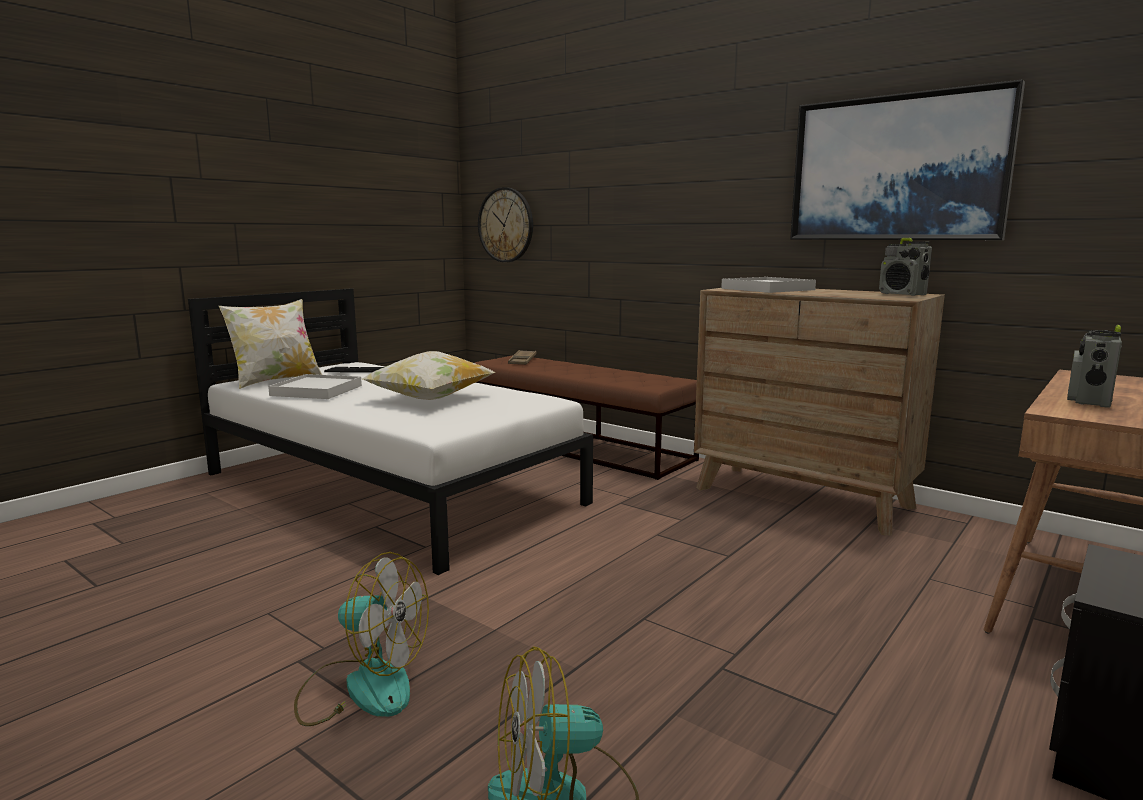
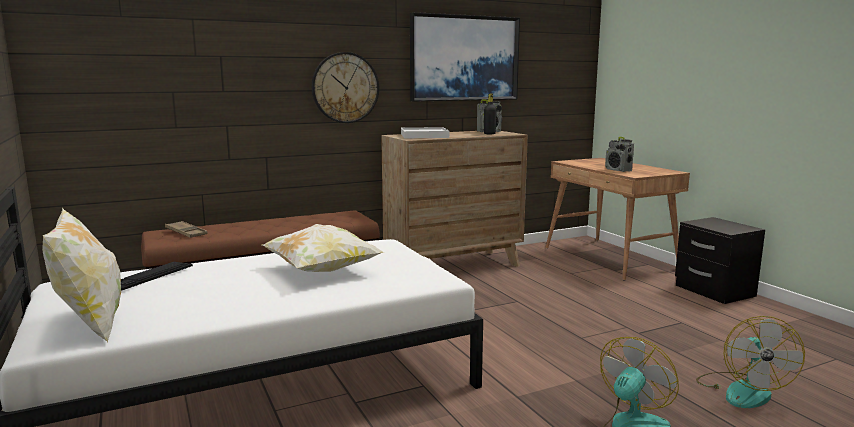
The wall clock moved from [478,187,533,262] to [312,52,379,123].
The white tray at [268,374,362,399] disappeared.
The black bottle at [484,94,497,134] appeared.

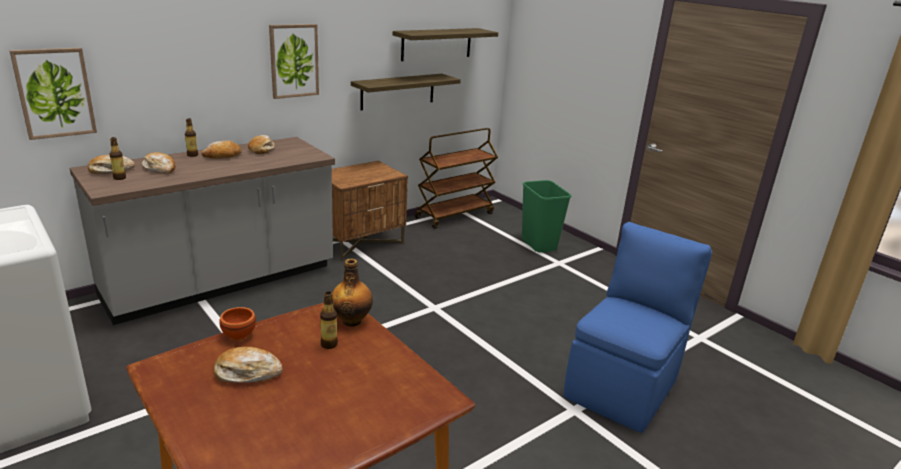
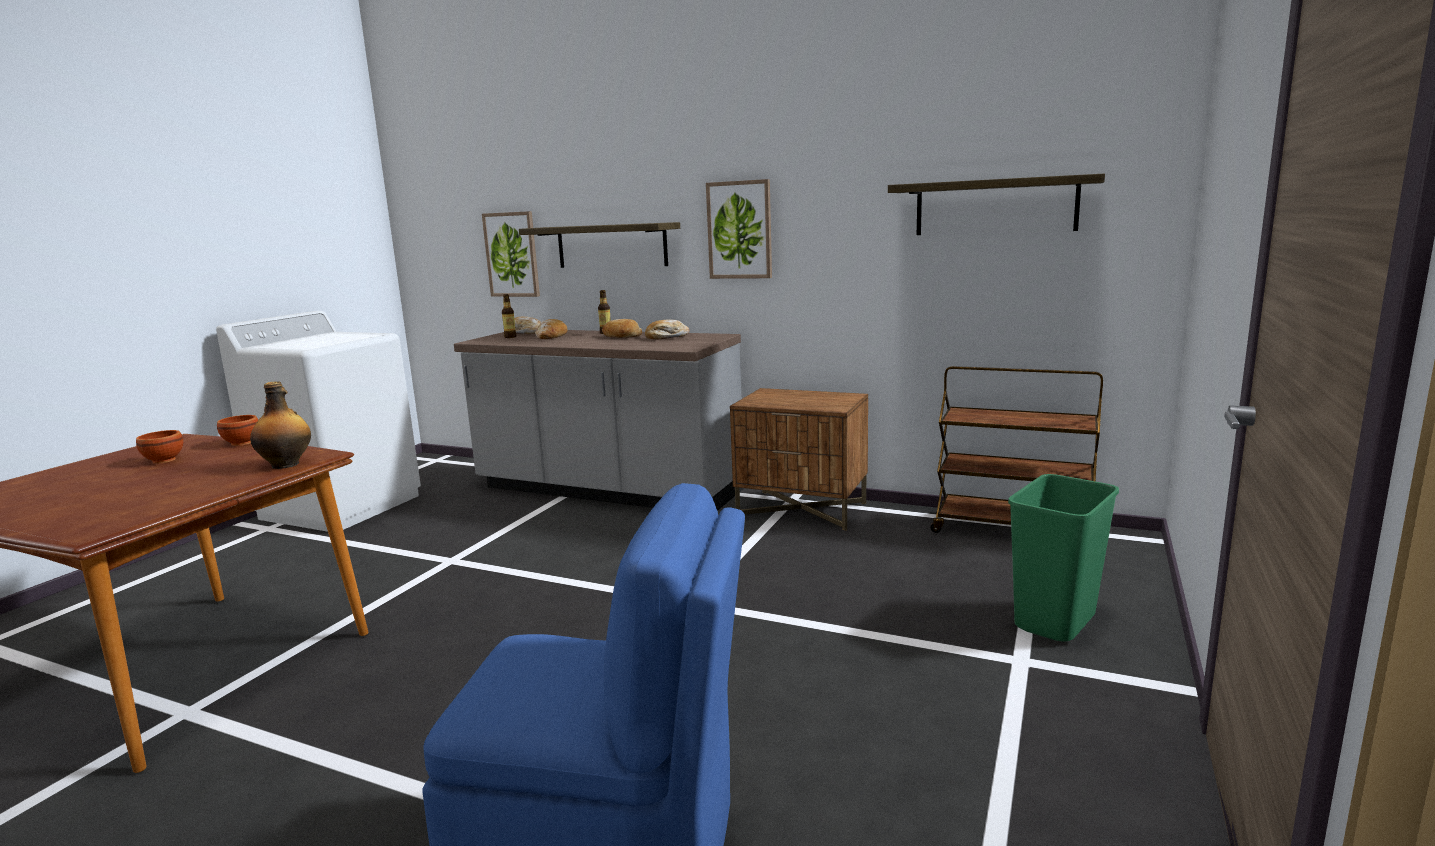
The shelf moved from [351,74,461,111] to [519,222,680,268].
The bottle at [320,292,338,349] disappeared.
The bread at [213,347,283,383] was replaced by the brown bowl at [136,430,183,464].

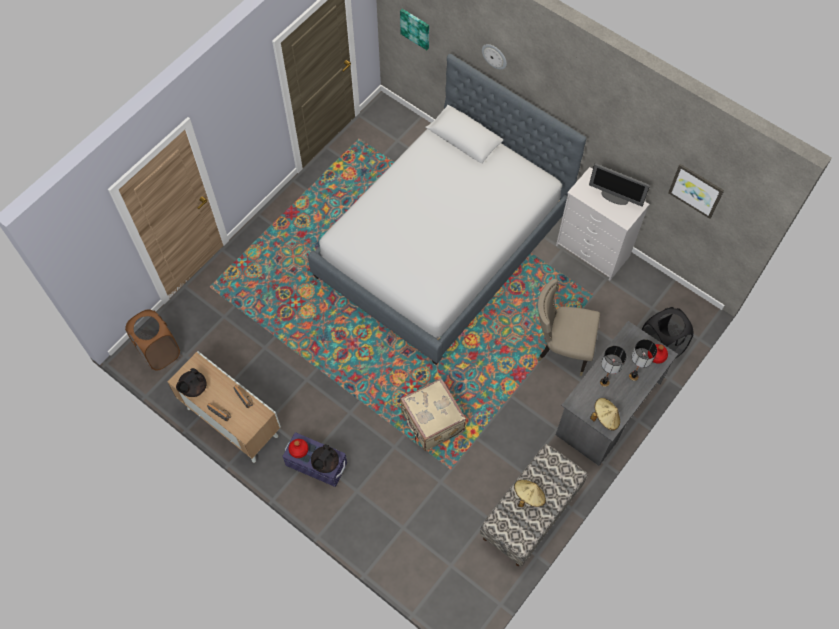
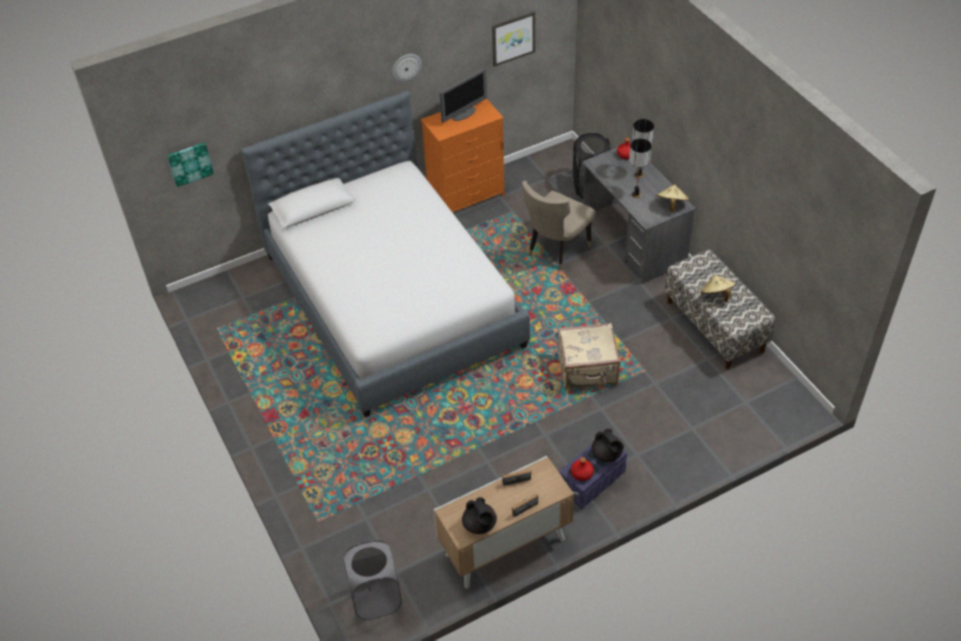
The wall clock moved from [482,44,507,70] to [392,54,421,82].
The white dresser at [556,167,649,281] became the orange dresser at [421,99,504,212].
The brown laundry basket at [125,309,180,371] became the grey laundry basket at [343,540,402,620].

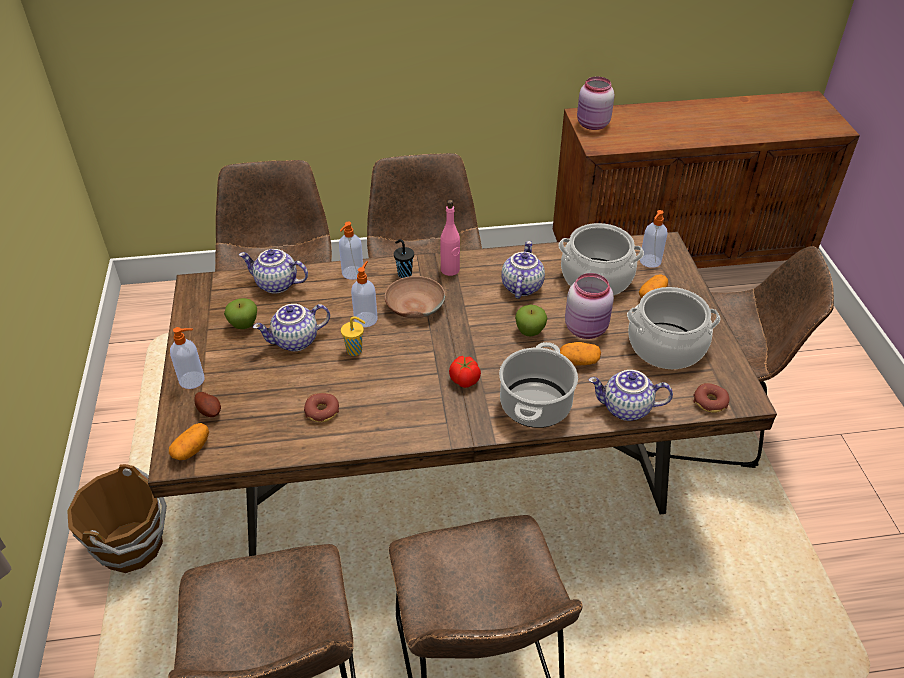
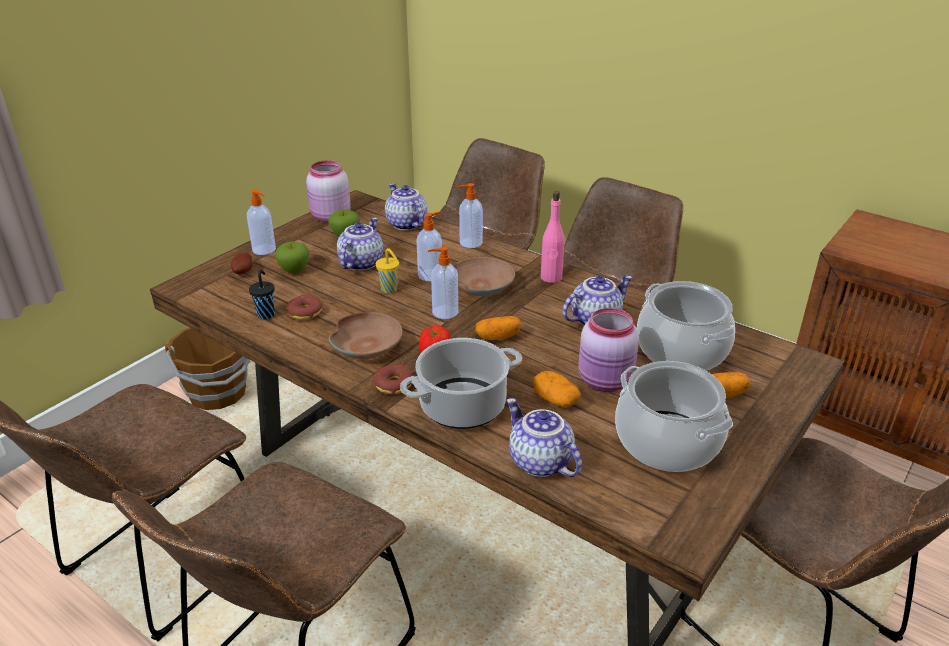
The pink jar moved from [577,77,615,130] to [306,160,351,223].
The soap dispenser moved from [640,210,667,268] to [428,247,458,319].
The black cup moved from [394,239,414,278] to [249,270,275,319].
The teapot at [253,304,330,351] turned 90 degrees clockwise.
The apple moved from [515,305,547,336] to [275,242,309,273].
The donut moved from [693,383,730,413] to [374,364,413,394].
The potato moved from [169,423,209,460] to [475,316,522,340].
The brown bowl at [329,312,403,359] appeared.

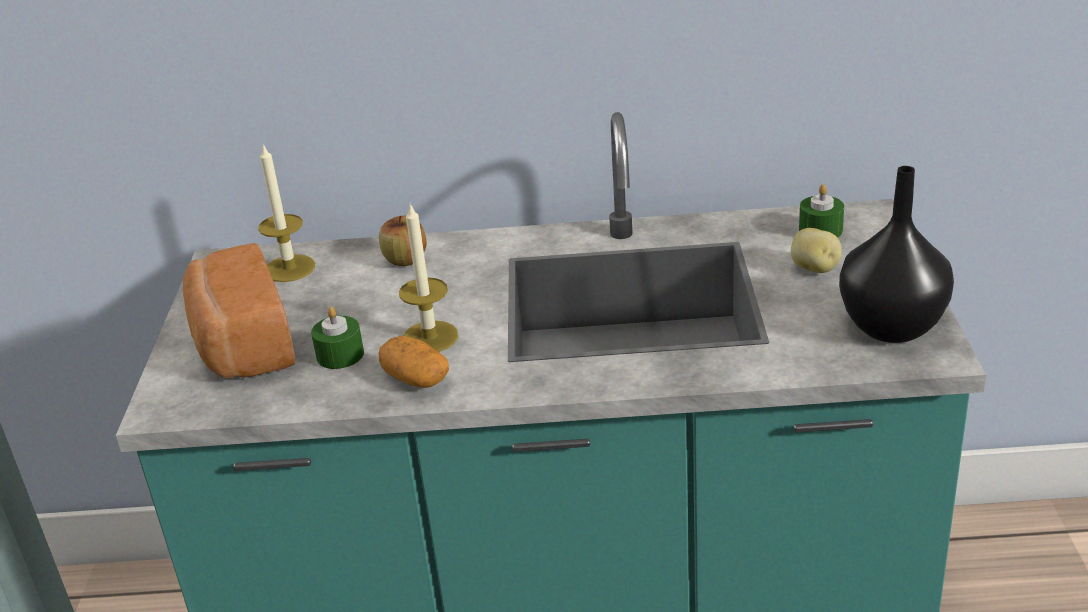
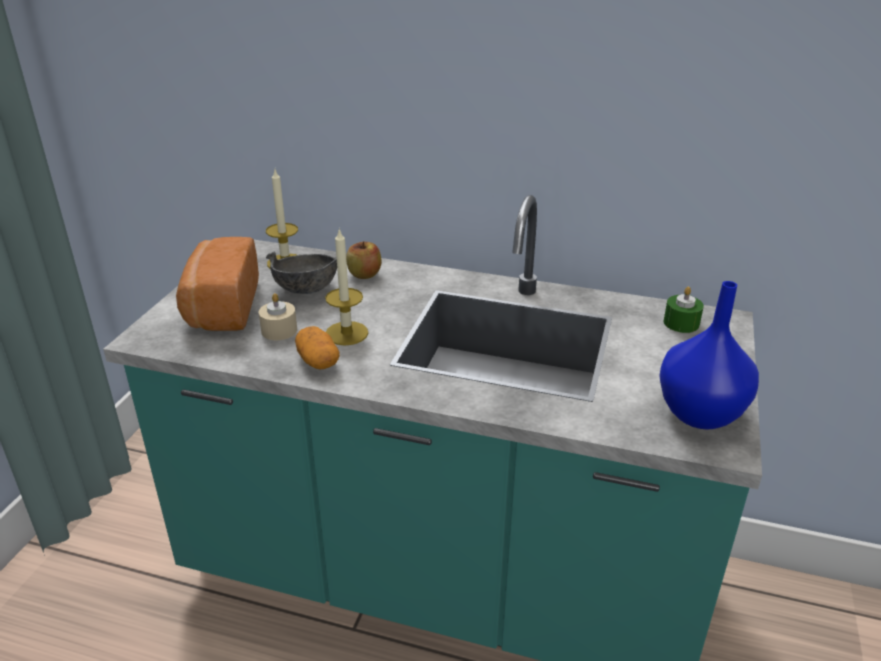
The black vase at [839,166,954,343] became the blue vase at [659,281,759,429].
The potato at [791,228,842,273] disappeared.
The green candle at [311,307,364,369] became the beige candle at [259,293,297,340].
The grey bowl at [266,251,337,294] appeared.

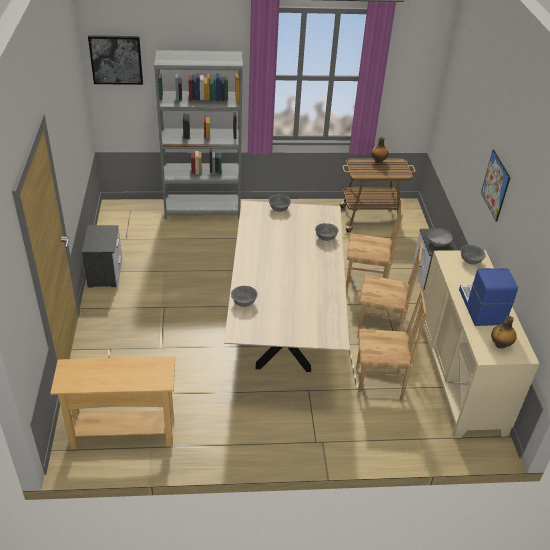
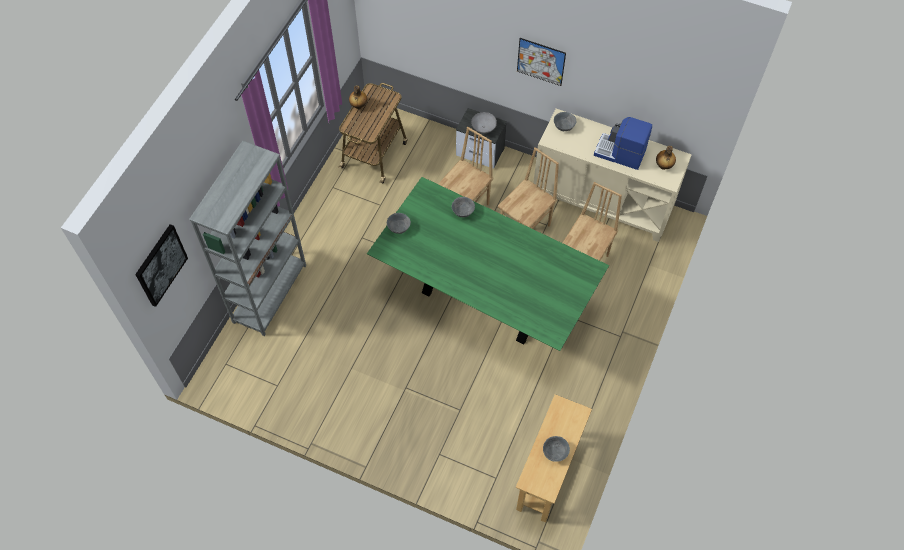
The beige dining table at [224,201,350,372] became the green dining table at [367,177,609,351].
The nightstand at [82,225,122,287] disappeared.
The grey bowl moved from [231,286,258,307] to [543,436,570,462].

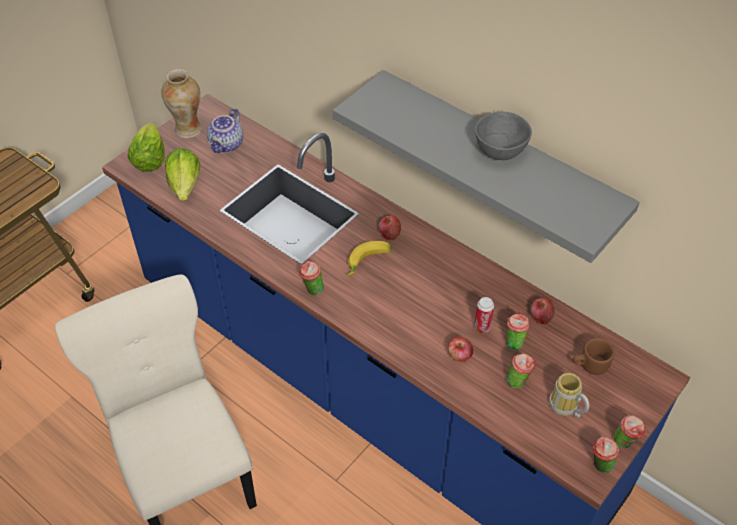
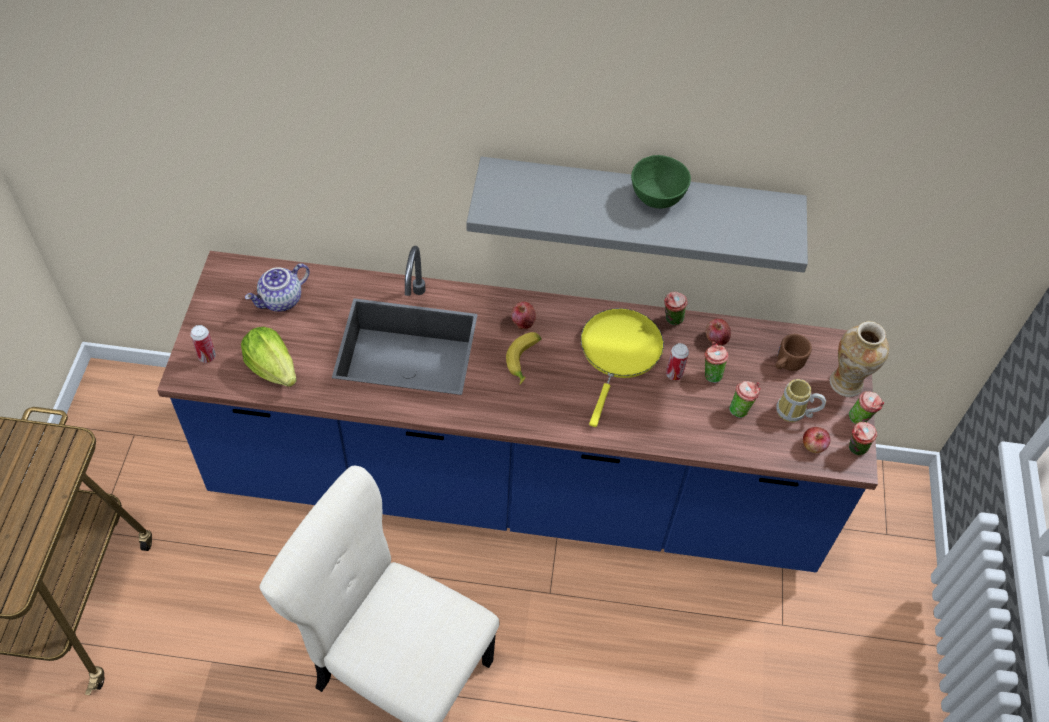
The vase moved from [161,69,202,139] to [830,321,889,397].
The teapot at [207,108,243,153] turned 60 degrees clockwise.
The grey bowl at [475,112,532,160] became the green bowl at [631,155,691,209].
The lettuce at [128,122,165,172] was replaced by the can at [190,325,216,363].
The cup moved from [299,261,324,295] to [664,292,688,325].
The apple moved from [448,336,473,363] to [803,427,830,453].
The yellow frying pan at [581,308,664,427] appeared.

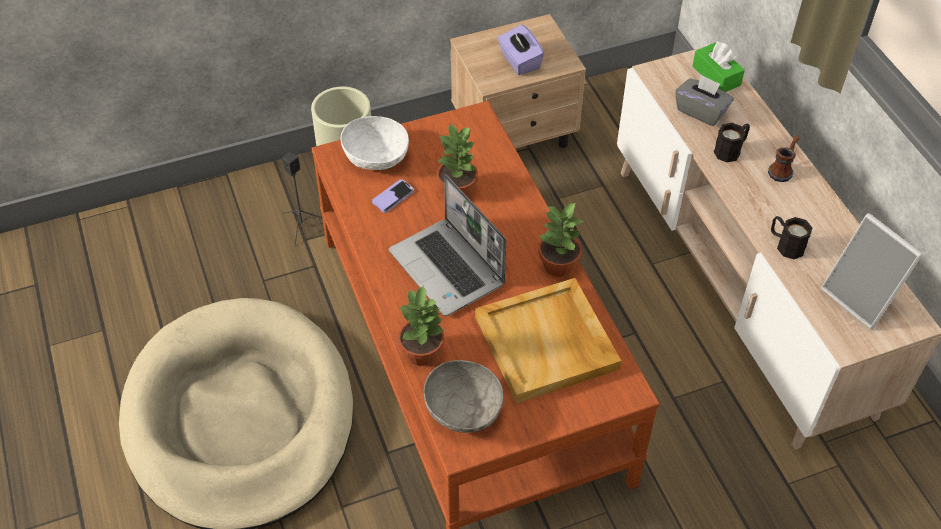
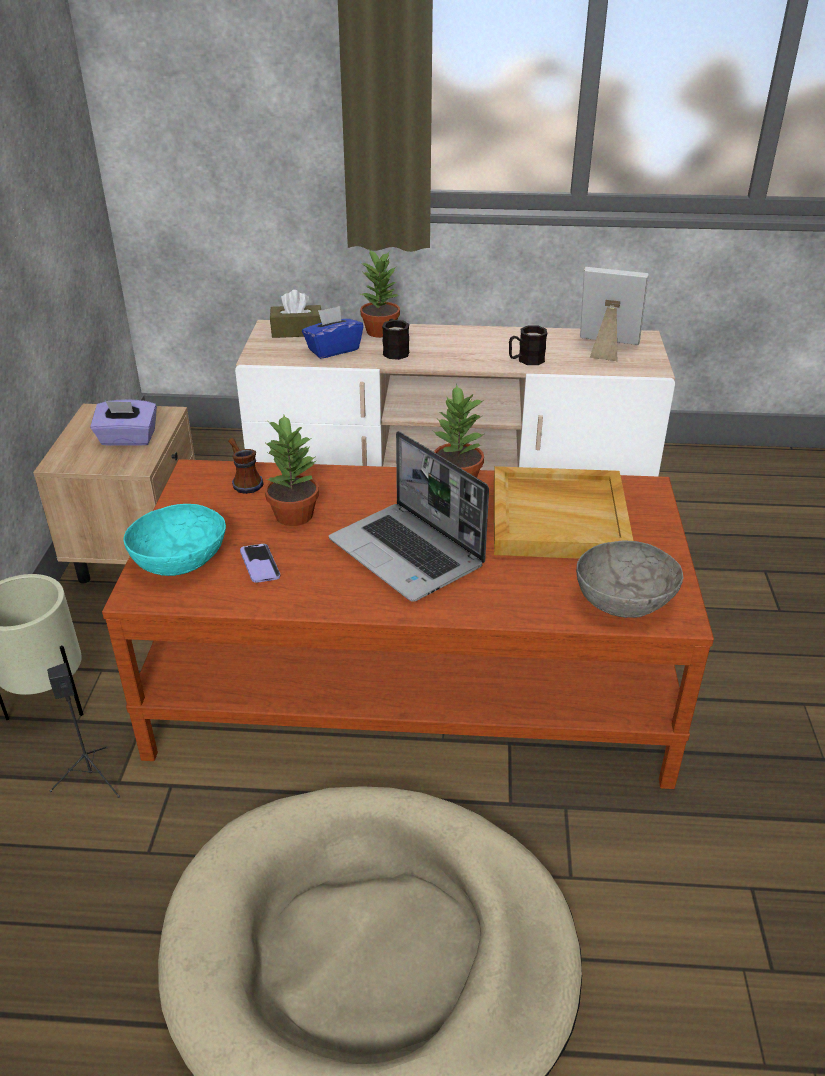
The green tissue box at [693,41,745,92] became the brown tissue box at [270,290,322,338].
The grey tissue box at [675,74,734,126] became the blue tissue box at [302,306,364,359].
The white bowl at [341,116,409,170] became the turquoise bowl at [124,504,226,576].
The mug moved from [768,136,799,182] to [228,438,264,494].
The laptop at [389,174,506,316] turned 60 degrees clockwise.
The picture frame at [821,213,923,329] turned 150 degrees counterclockwise.
The potted plant moved from [398,284,445,366] to [360,249,400,338].

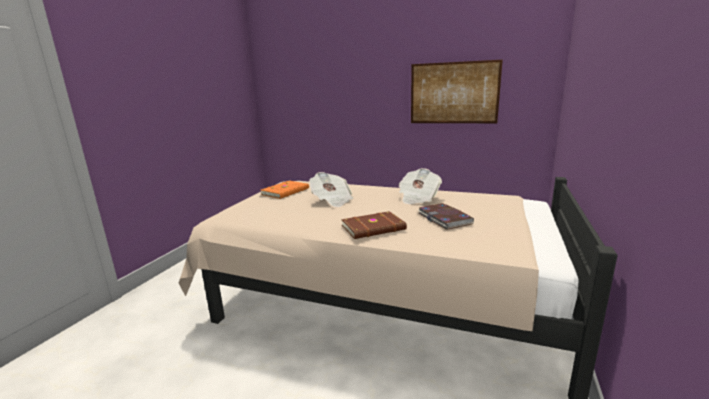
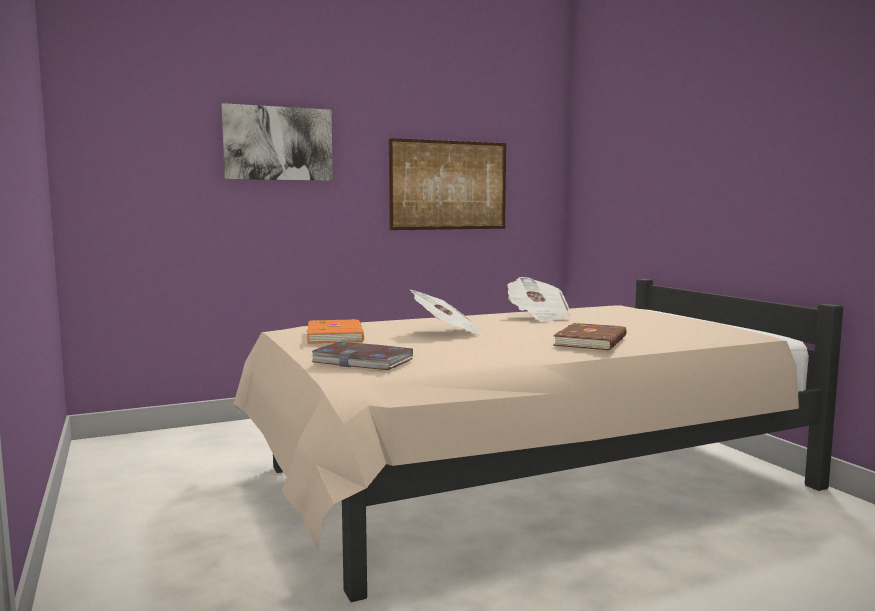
The book moved from [418,203,474,230] to [310,342,414,370].
The picture at [222,103,333,181] appeared.

